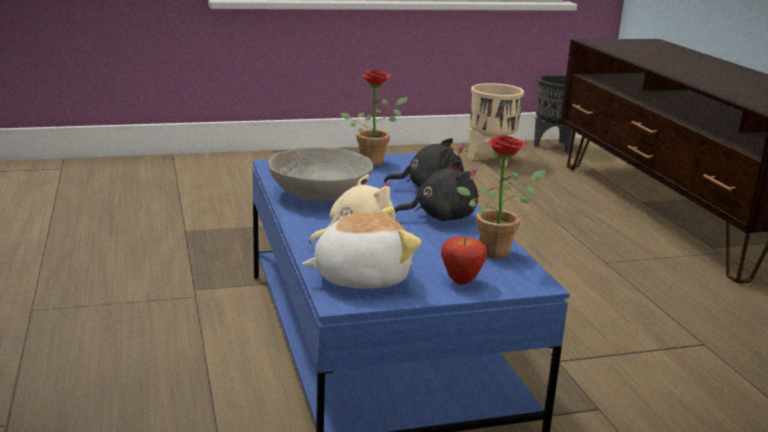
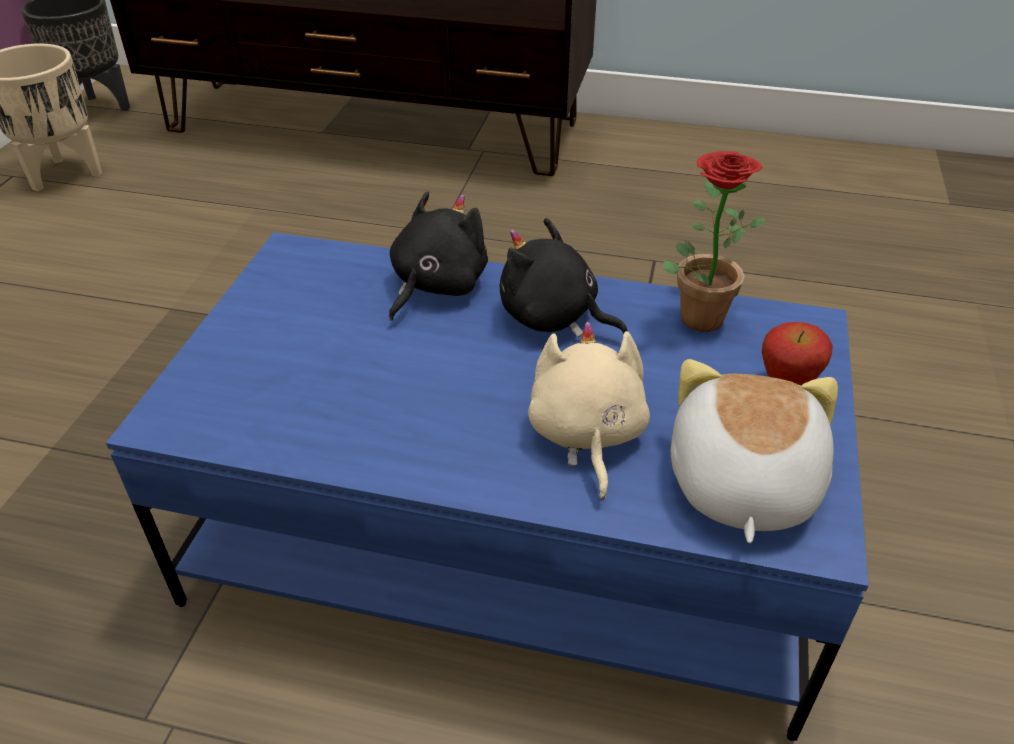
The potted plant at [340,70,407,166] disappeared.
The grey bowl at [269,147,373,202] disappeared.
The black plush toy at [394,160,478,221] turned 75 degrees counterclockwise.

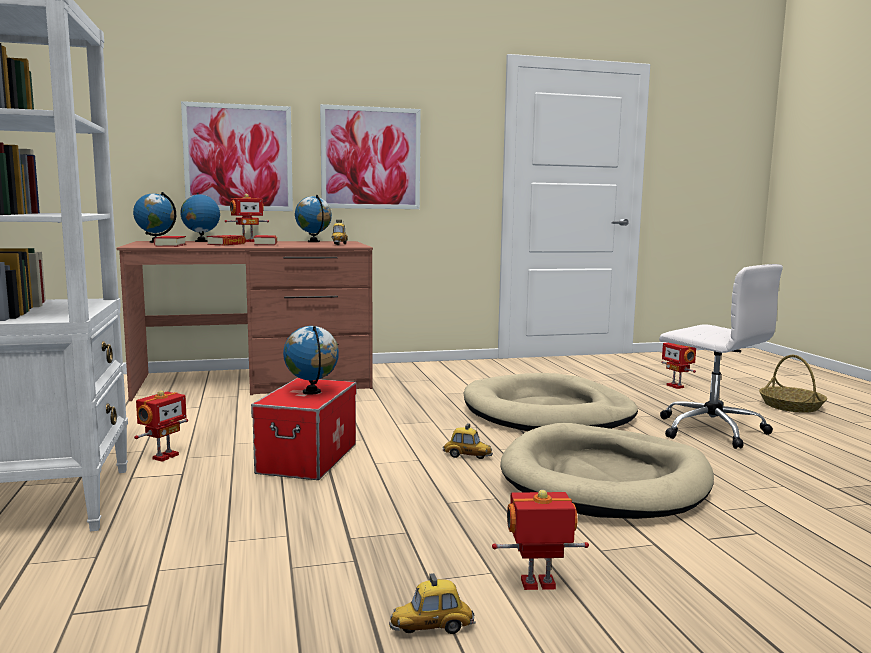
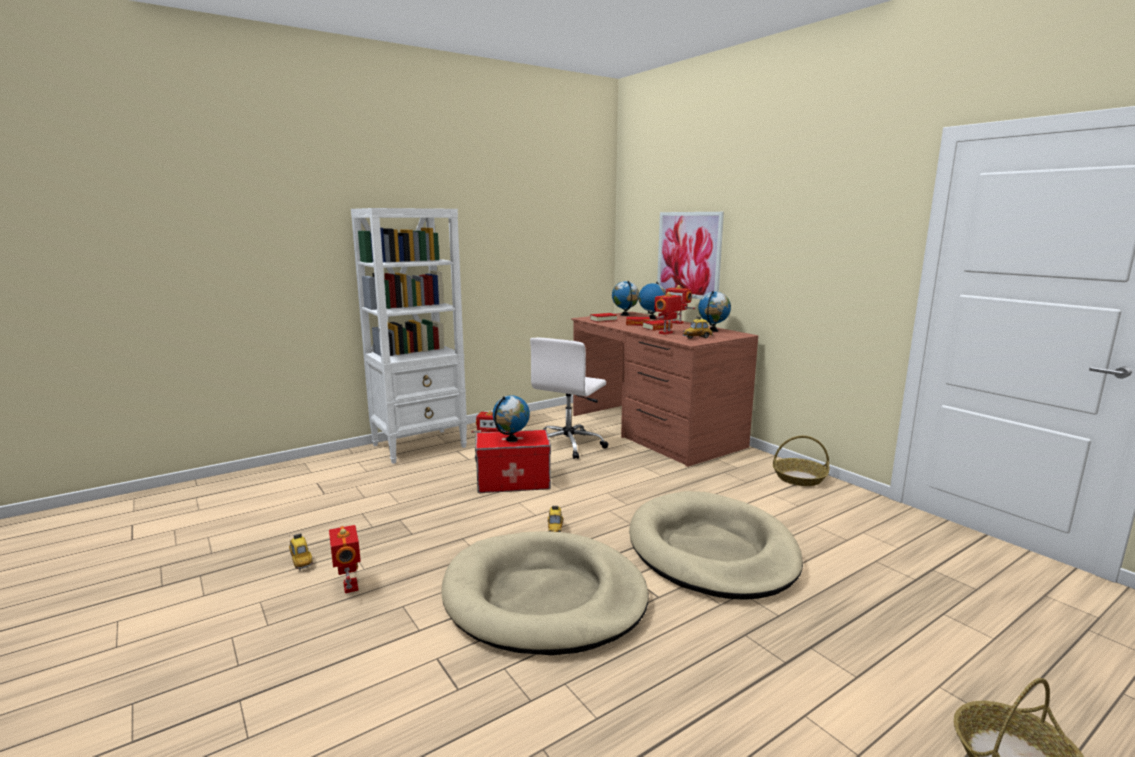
The picture at [320,104,421,209] disappeared.
The white office chair moved from [659,264,783,449] to [530,337,608,459].
The toy robot moved from [661,343,696,389] to [654,292,682,335].
The basket at [773,436,829,486] appeared.

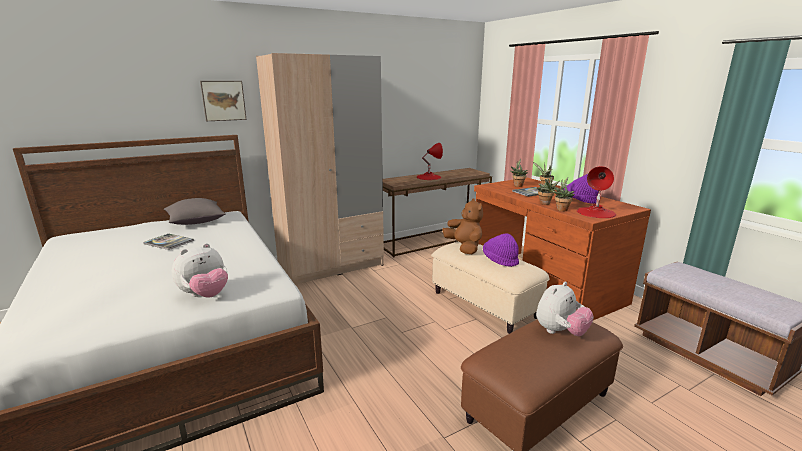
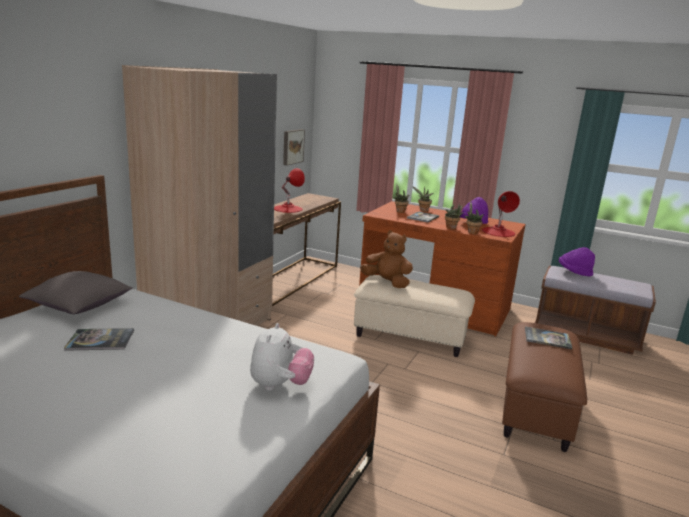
The picture moved from [200,81,247,121] to [283,129,305,166].
The purple hat moved from [483,233,519,267] to [559,247,595,276].
The plush toy at [536,282,594,336] was replaced by the book at [525,326,572,349].

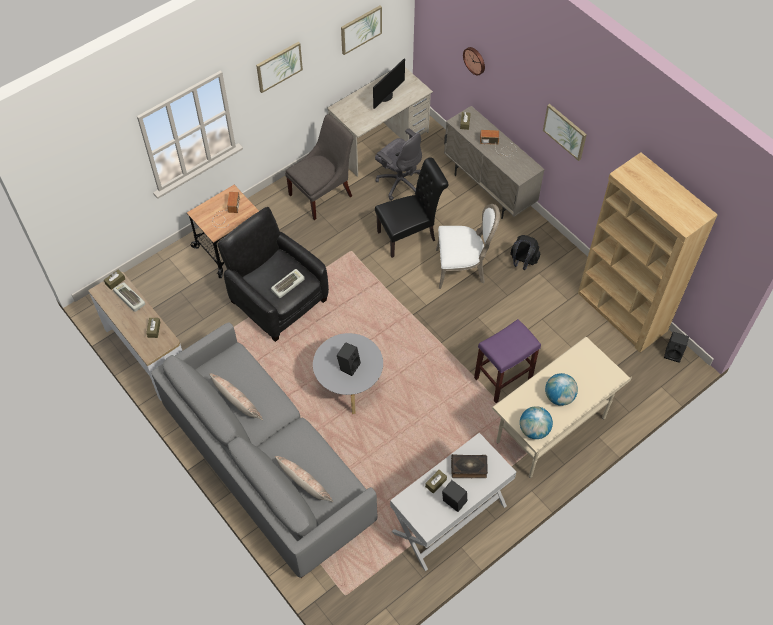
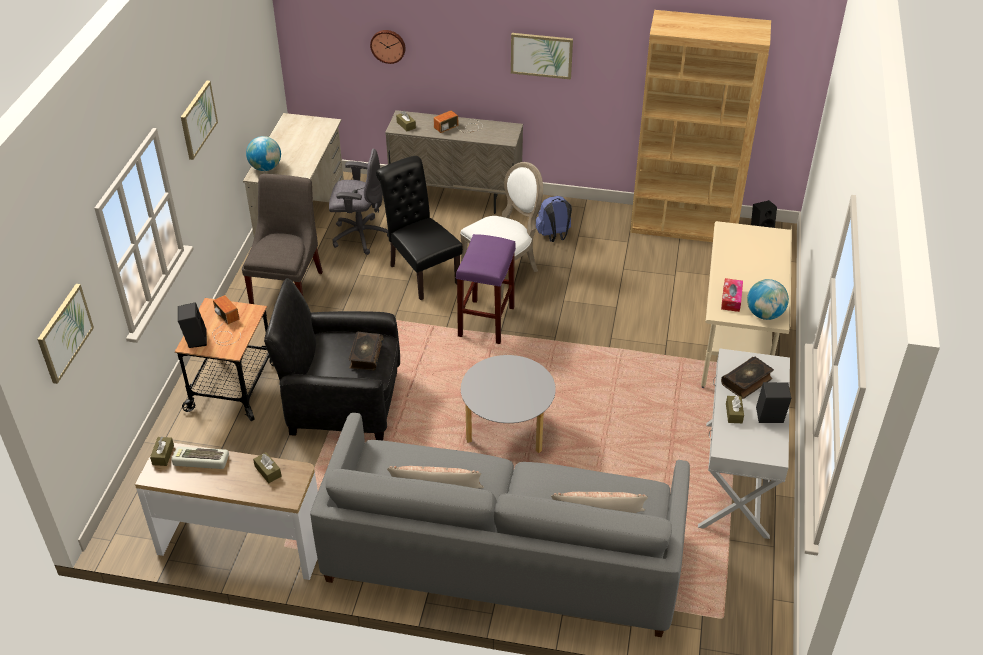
The picture moved from [341,6,382,55] to [37,284,94,384].
The monitor at [373,58,405,109] disappeared.
The black chair at [375,157,449,258] turned 60 degrees counterclockwise.
The black backpack at [510,235,540,270] became the blue backpack at [536,196,572,242].
The keyboard at [271,269,305,298] was replaced by the book at [349,332,383,371].
The purple stool moved from [474,319,541,403] to [456,234,516,344].
The black speaker moved from [337,342,361,376] to [178,302,207,348].
The globe moved from [545,373,578,406] to [246,136,281,171].
The tissue box at [721,278,743,312] appeared.

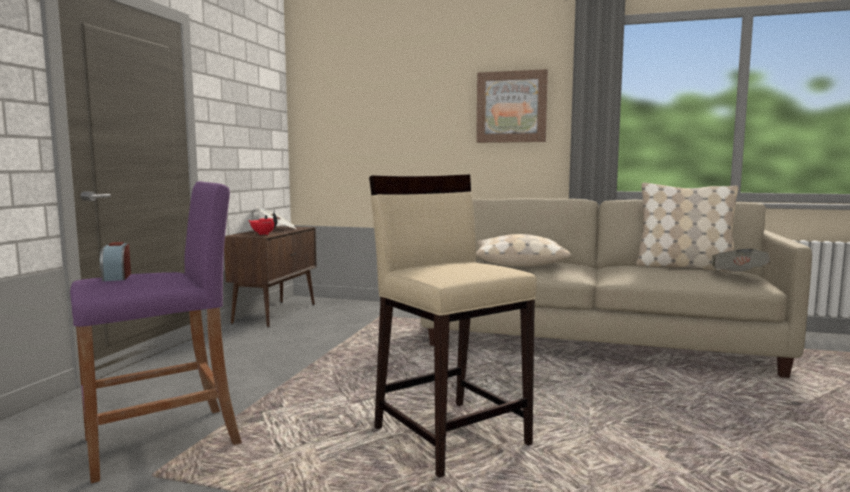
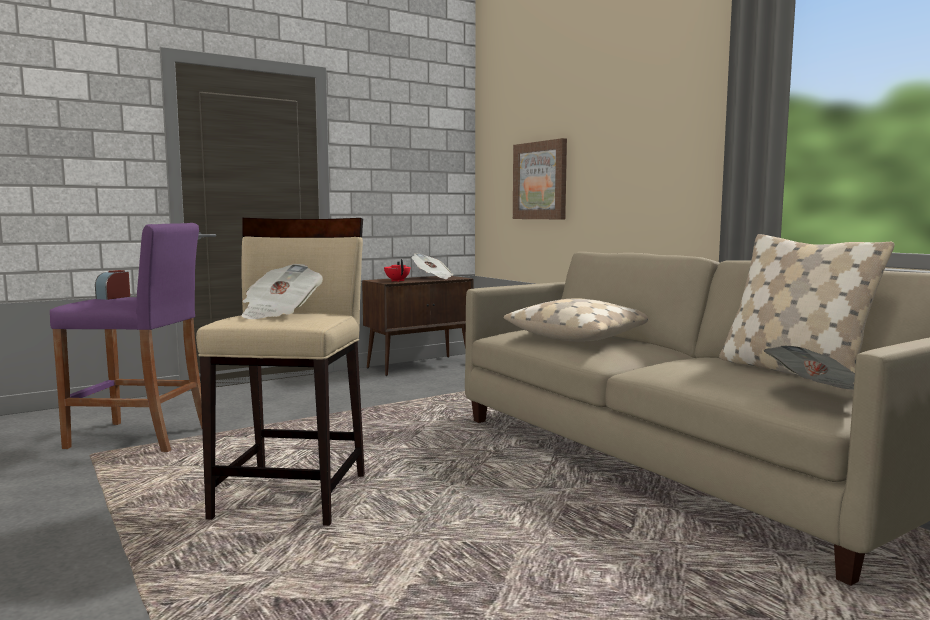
The picture moved from [476,69,548,143] to [513,138,567,219].
The newspaper at [242,264,323,319] appeared.

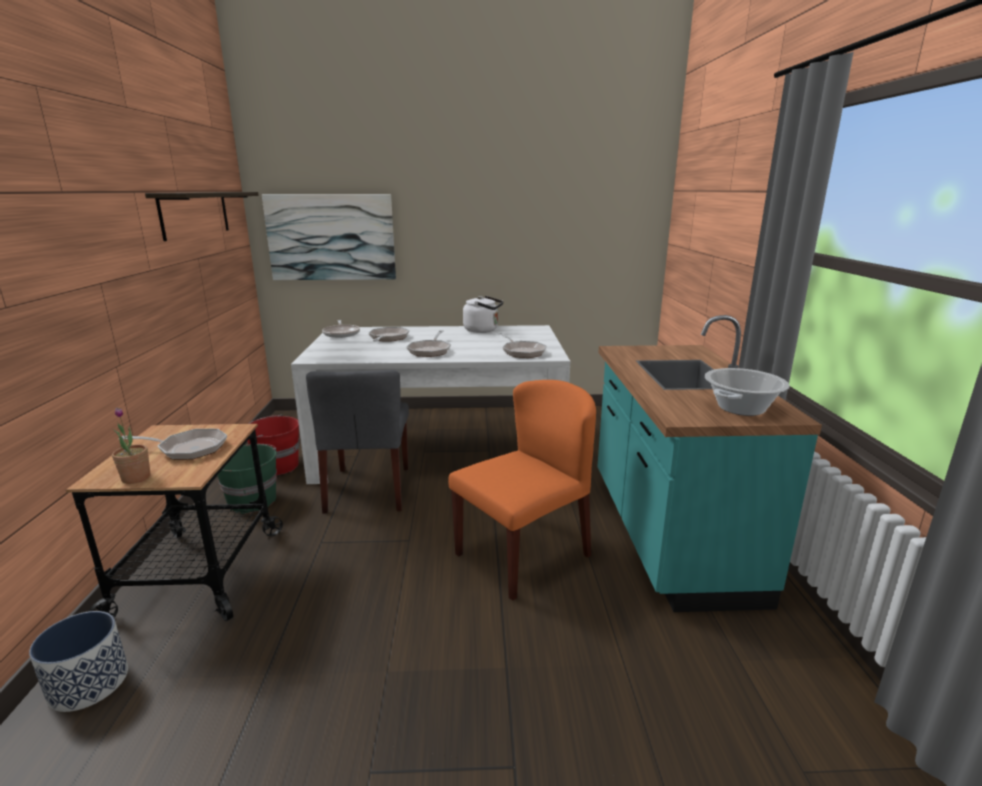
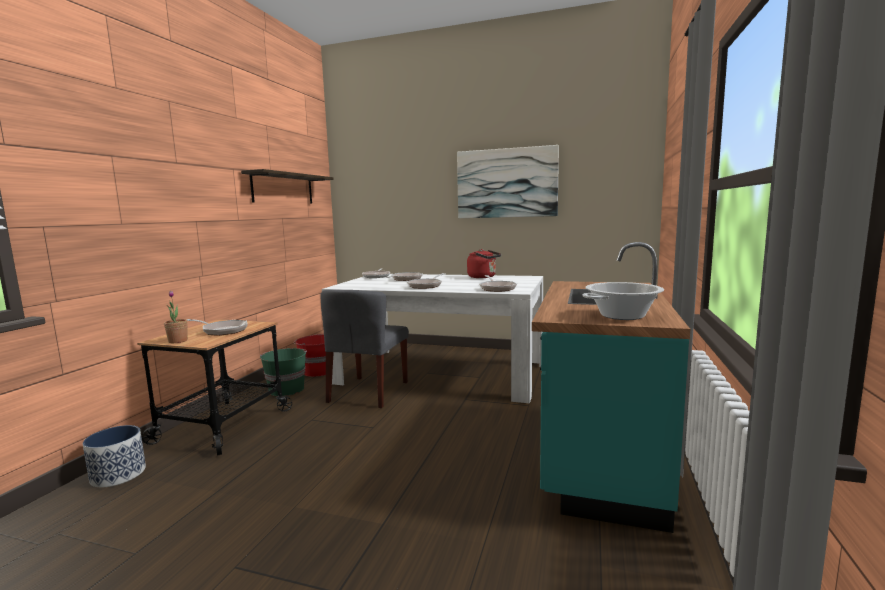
The picture moved from [262,194,396,280] to [457,145,559,218].
The white kettle at [463,296,504,333] became the red kettle at [467,249,501,278].
The orange chair at [448,380,596,601] disappeared.

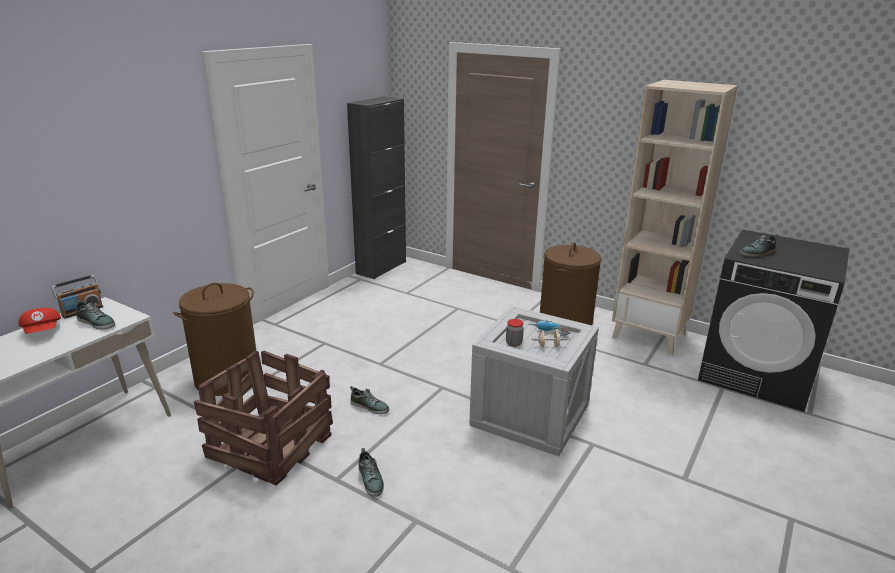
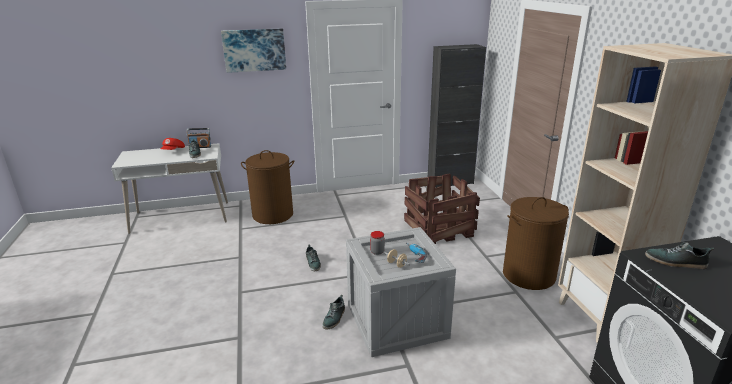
The crate moved from [194,350,333,486] to [404,173,480,244].
The shoe moved from [358,448,384,497] to [322,295,345,330].
The picture at [221,28,286,73] appeared.

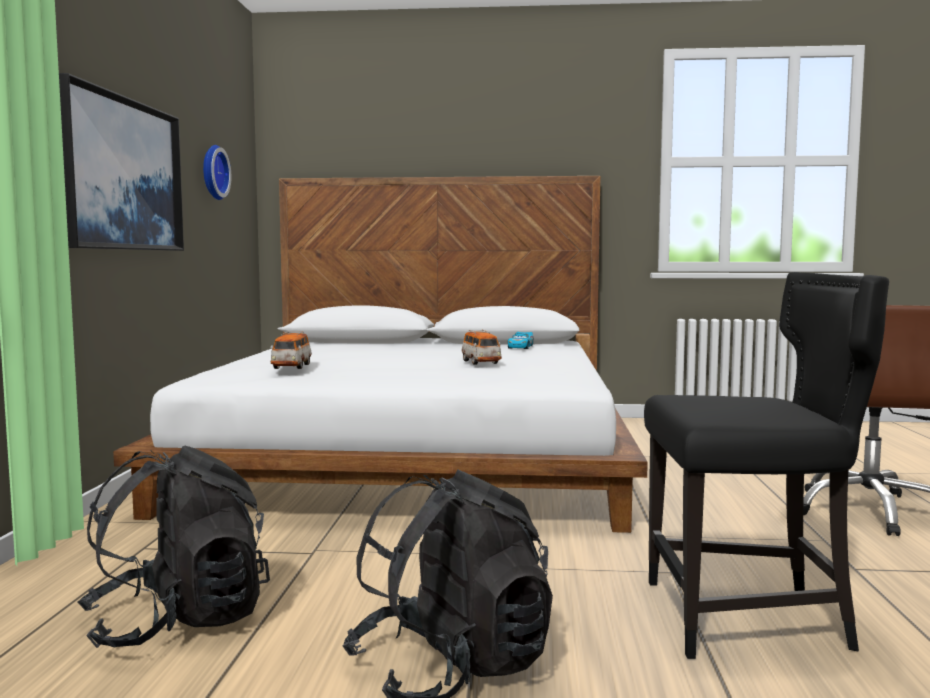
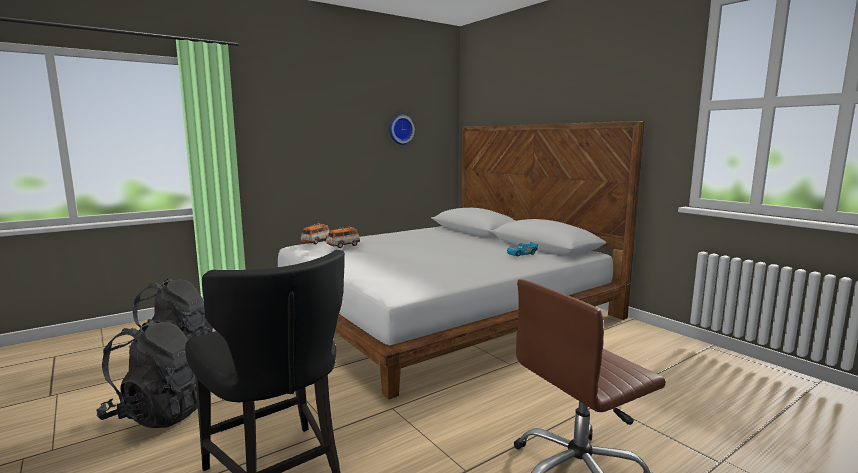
The picture at [59,73,184,251] disappeared.
The toy car moved from [461,330,502,365] to [301,223,330,244].

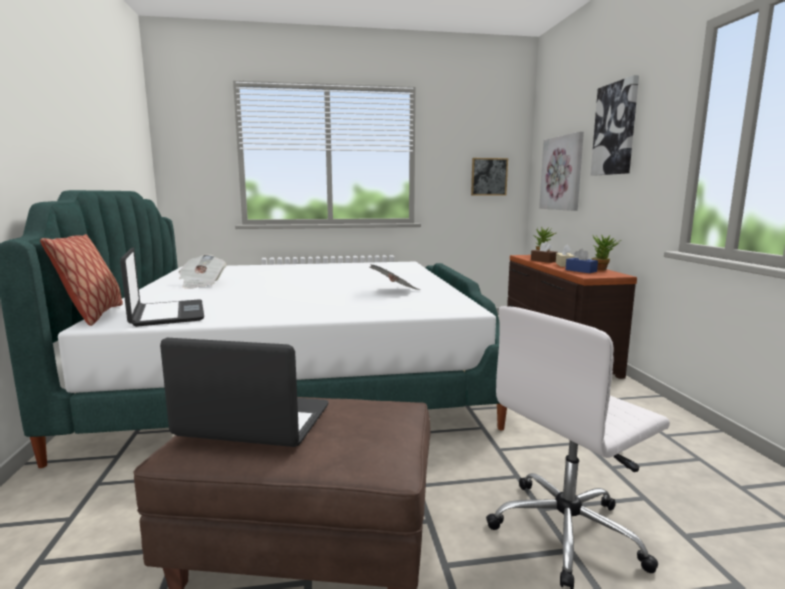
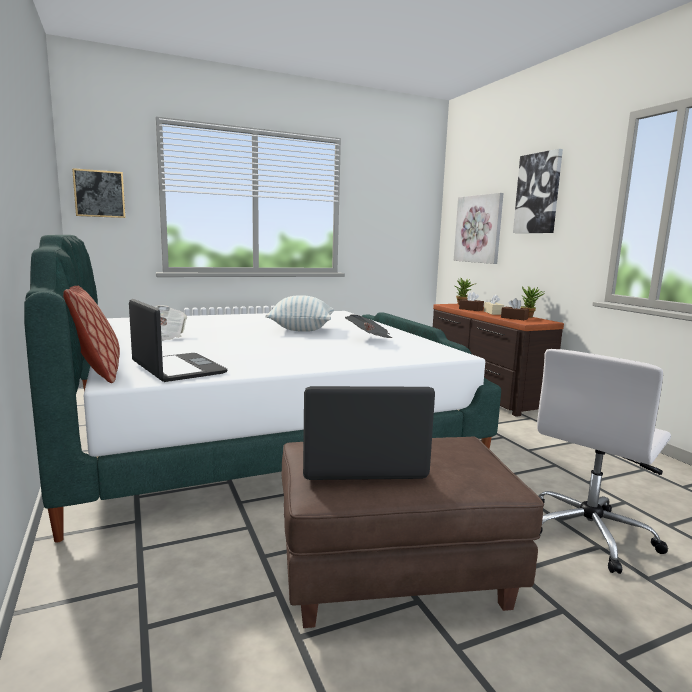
The picture moved from [471,158,508,196] to [72,168,125,218].
The blue tissue box at [566,248,598,273] became the brown tissue box at [501,298,529,320].
The pillow at [265,295,334,332] appeared.

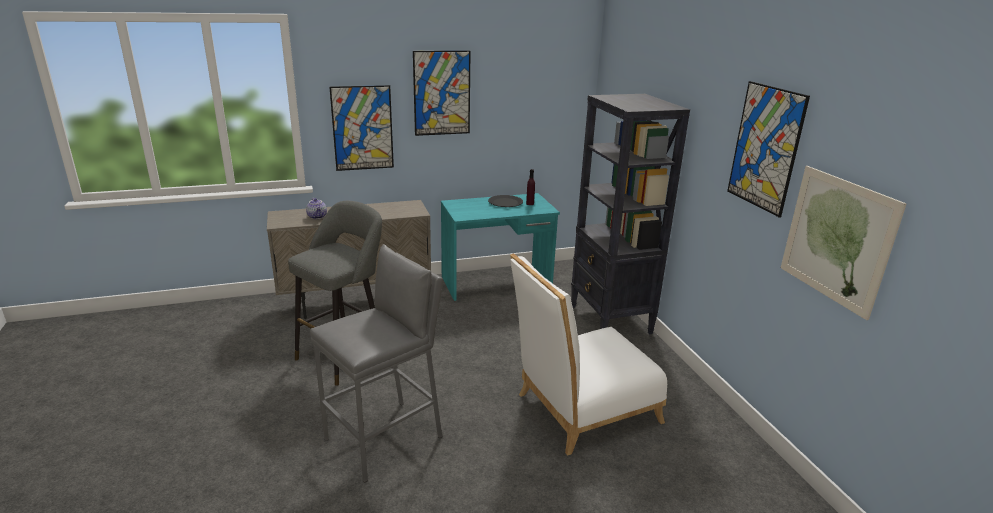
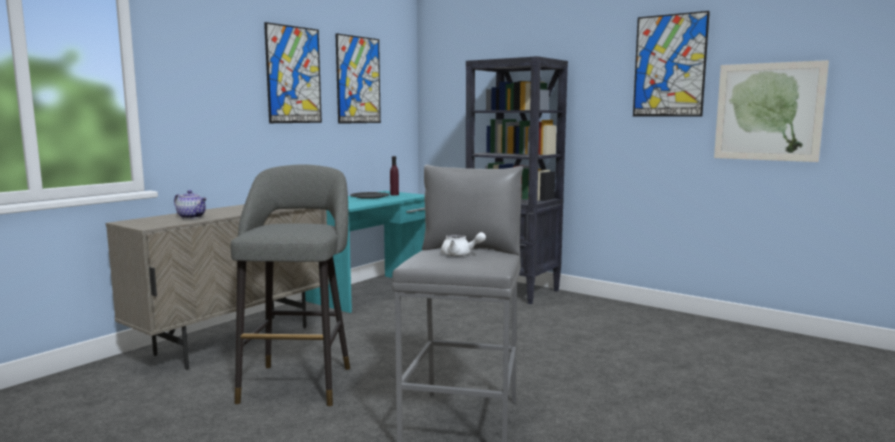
The picture moved from [329,85,394,171] to [335,33,381,124].
The white chair at [510,253,667,455] disappeared.
The white teapot at [441,232,486,256] appeared.

